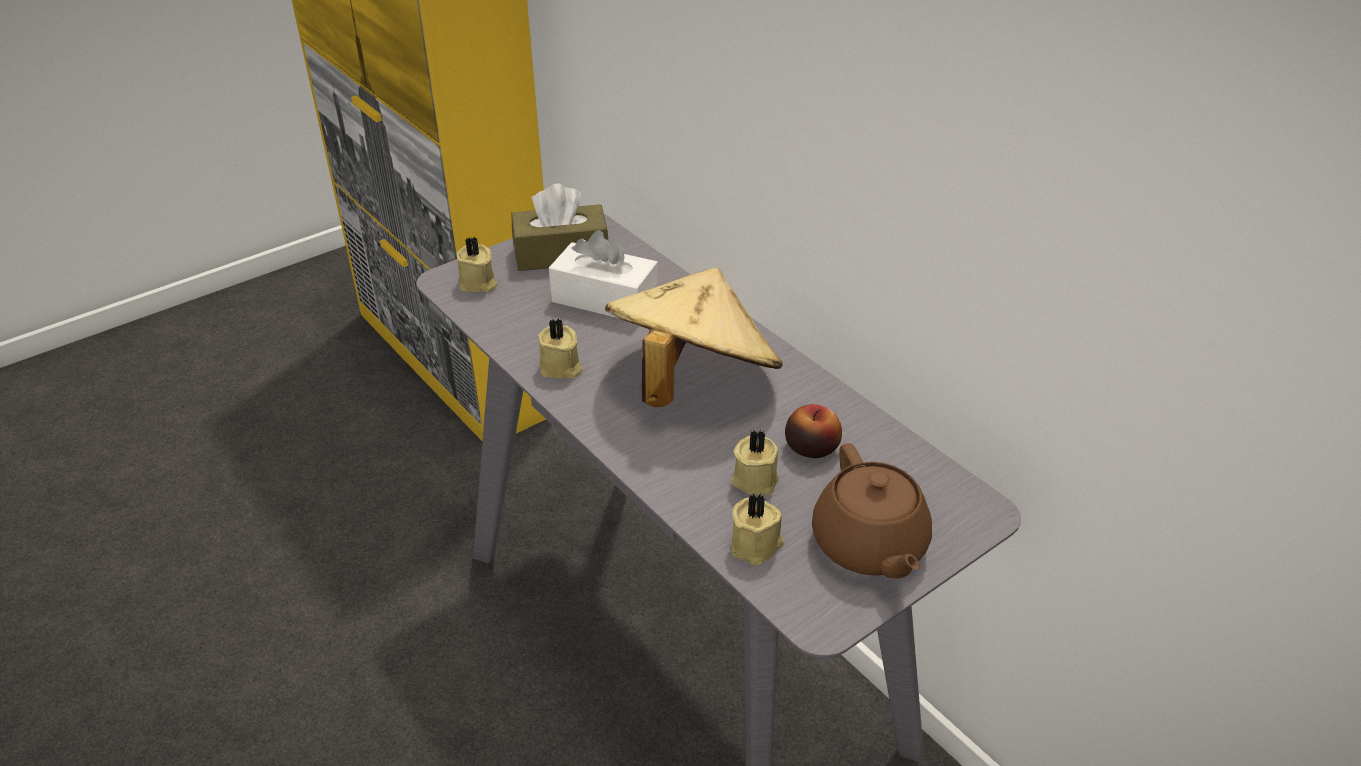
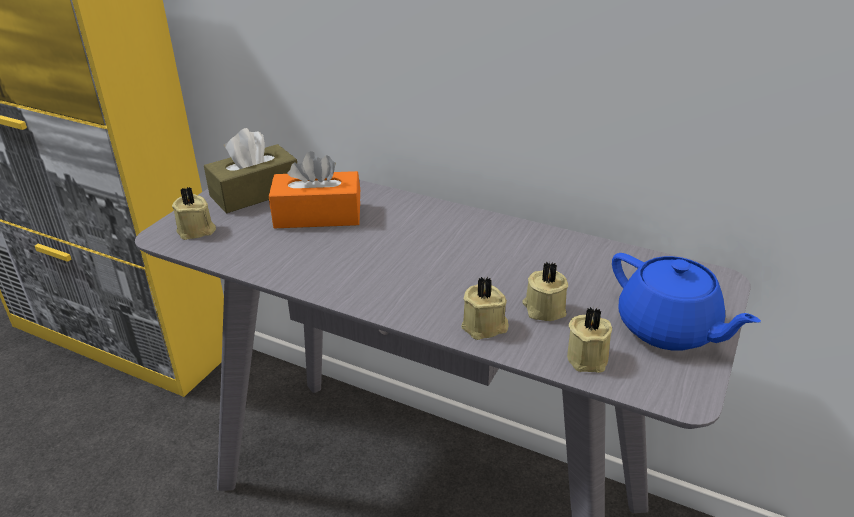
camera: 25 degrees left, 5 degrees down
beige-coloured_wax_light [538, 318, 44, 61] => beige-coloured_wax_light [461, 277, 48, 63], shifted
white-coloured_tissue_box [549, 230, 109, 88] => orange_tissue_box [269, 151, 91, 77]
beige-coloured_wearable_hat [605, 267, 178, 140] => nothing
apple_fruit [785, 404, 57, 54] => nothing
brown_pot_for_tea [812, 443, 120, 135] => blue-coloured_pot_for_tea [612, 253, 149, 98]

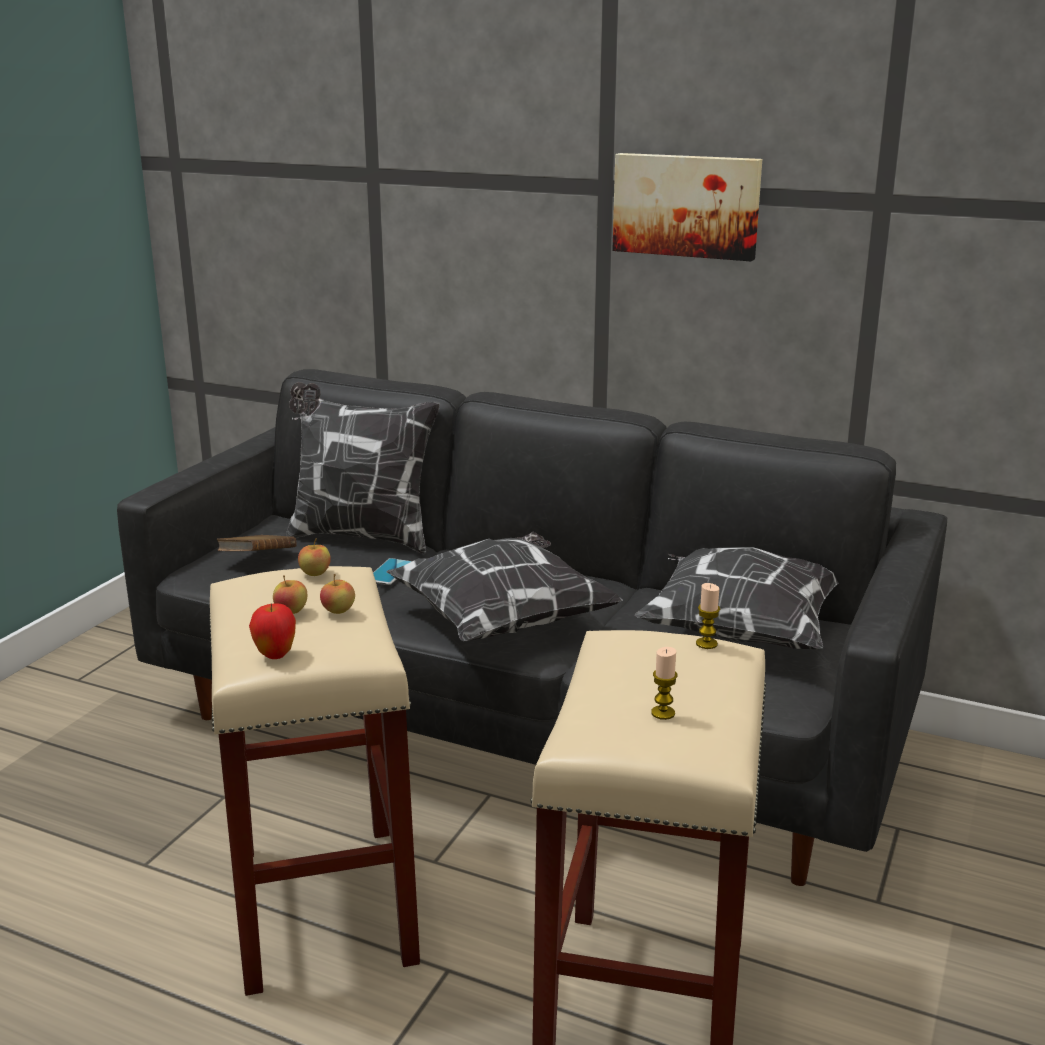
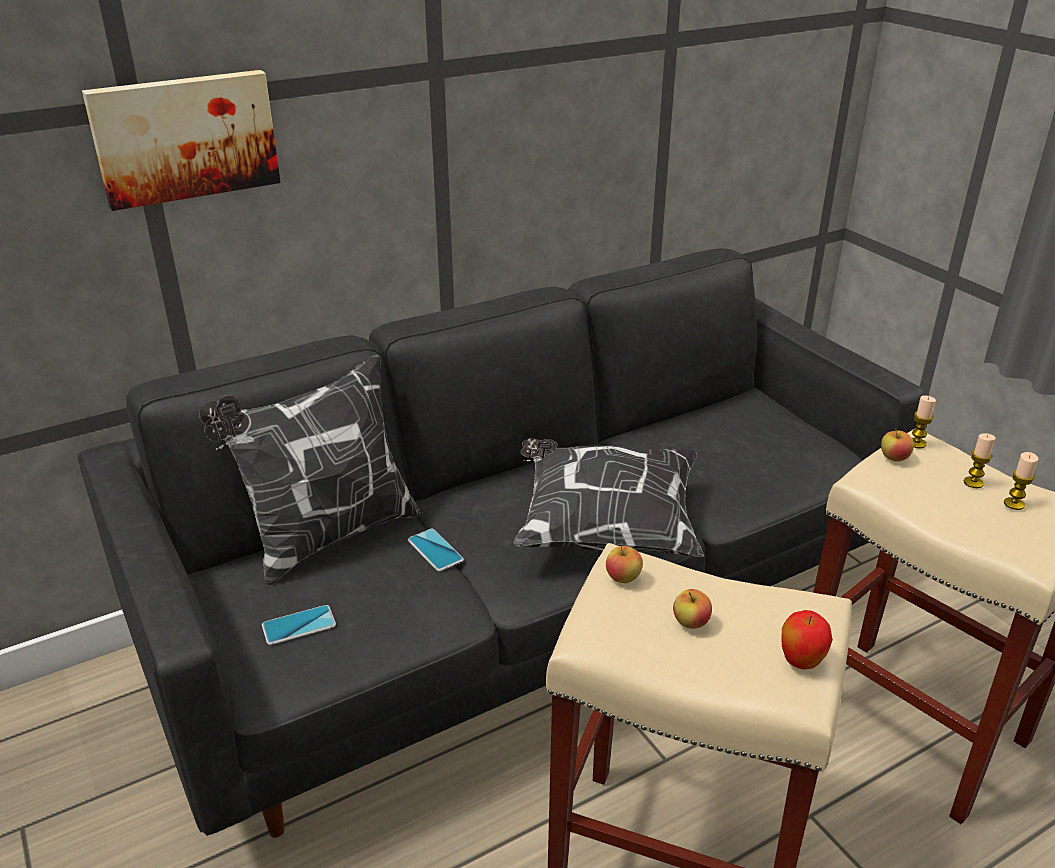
camera: 55 degrees left, 10 degrees up
brown_book [216, 535, 81, 16] => phone [262, 605, 74, 40]
apple_fruit [320, 574, 35, 40] => apple_fruit [881, 429, 33, 33], shifted
picture [612, 153, 150, 108] => picture [82, 70, 199, 141], shifted
cushion [635, 547, 204, 102] => nothing
nothing => wax_light [964, 433, 31, 55]

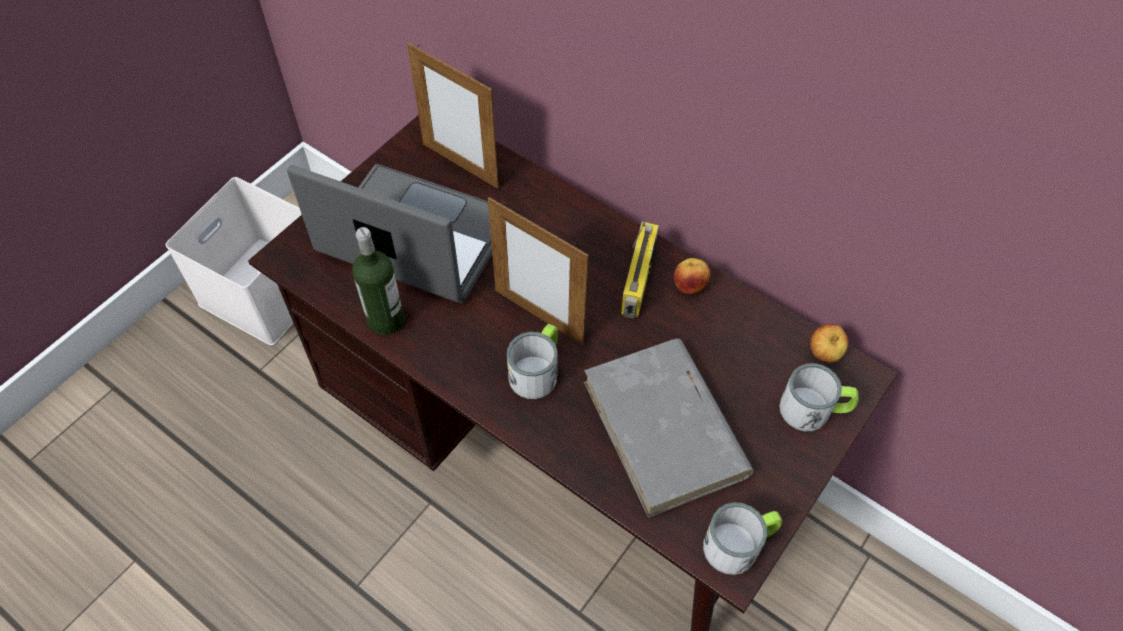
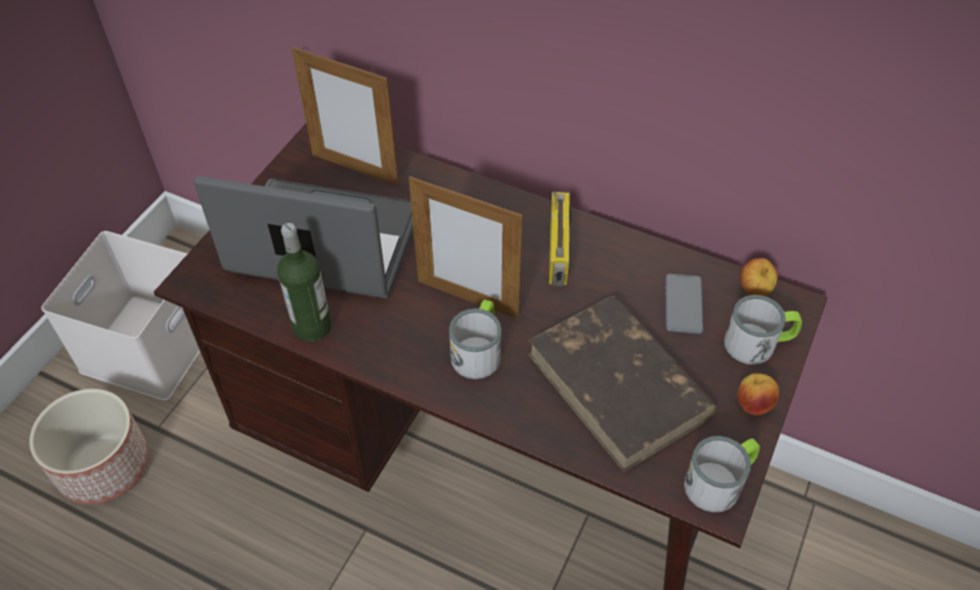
camera: 10 degrees left, 5 degrees down
gray_book [584, 339, 170, 179] => brown_book [528, 296, 190, 176]
apple_fruit [674, 258, 36, 36] => apple_fruit [737, 373, 42, 42], shifted
nothing => planter [29, 389, 119, 116]
nothing => phone [665, 274, 38, 60]

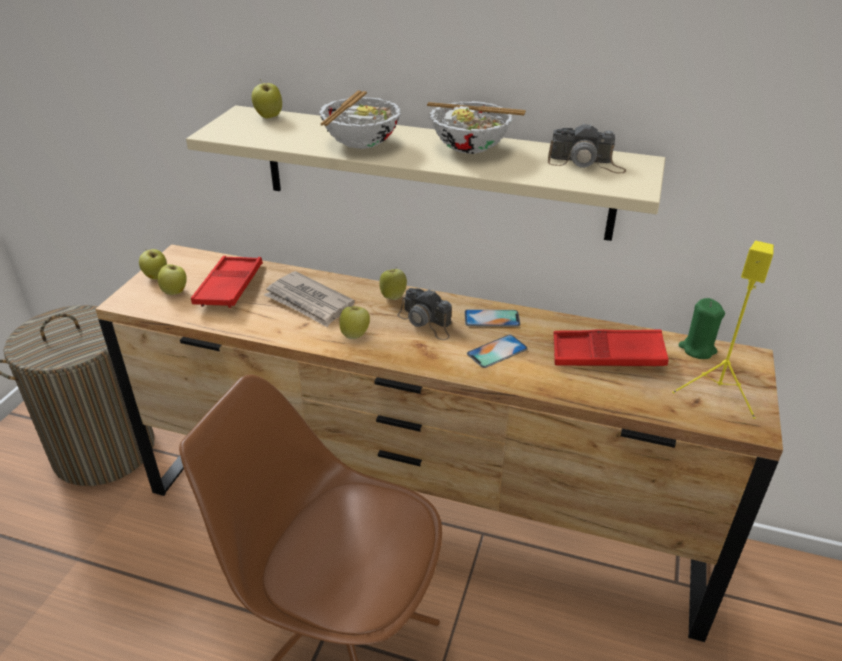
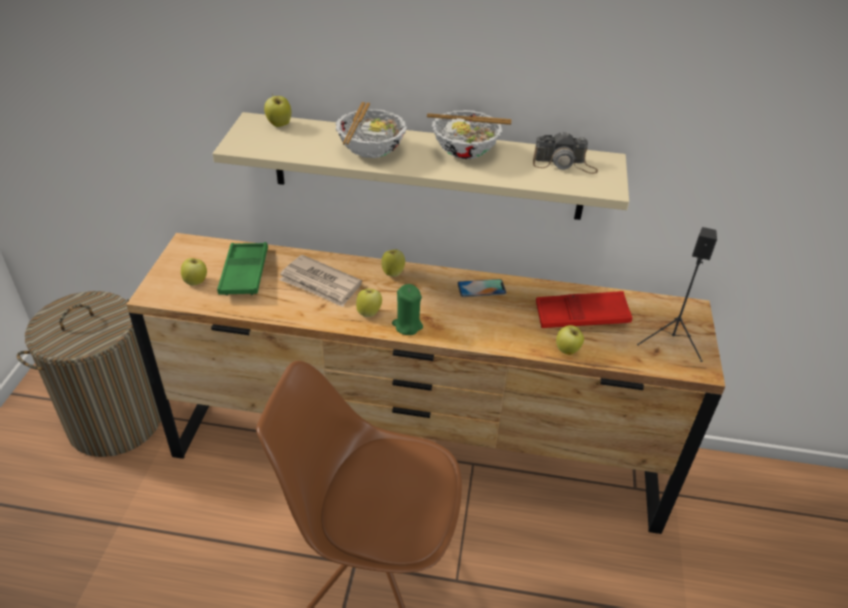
camera: 10 degrees left, 5 degrees up
apple_fruit [139, 249, 28, 31] => apple_fruit [556, 325, 28, 30], shifted
red-coloured_serving_tray [191, 256, 72, 52] => green-coloured_serving_tray [217, 242, 51, 54]
photo_camera [397, 288, 55, 52] => nothing
phone [467, 335, 61, 33] => nothing
yellowish_loudspeaker [672, 241, 102, 178] => blackish_loudspeaker [637, 227, 80, 135]
green-coloured_wax_light [678, 298, 47, 61] => green-coloured_wax_light [392, 284, 31, 51], shifted

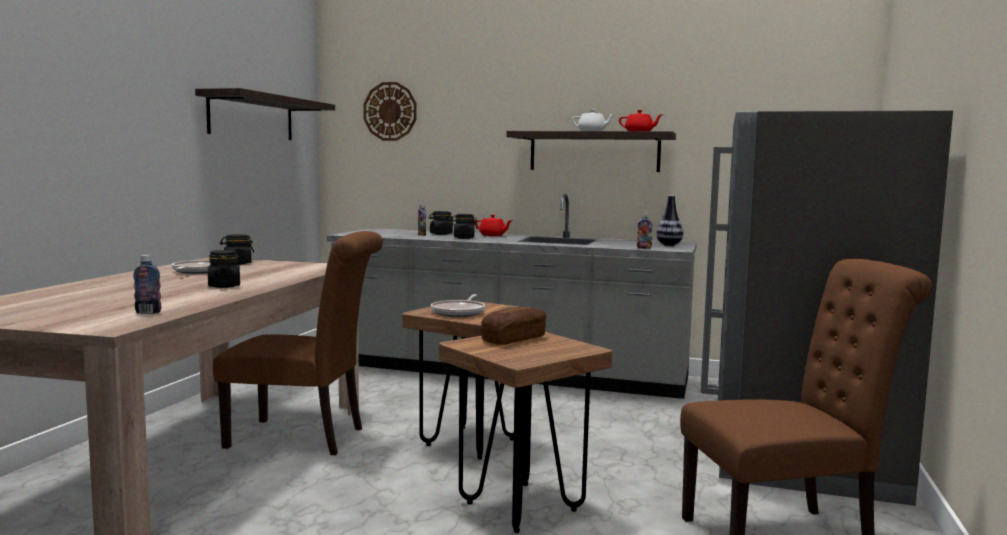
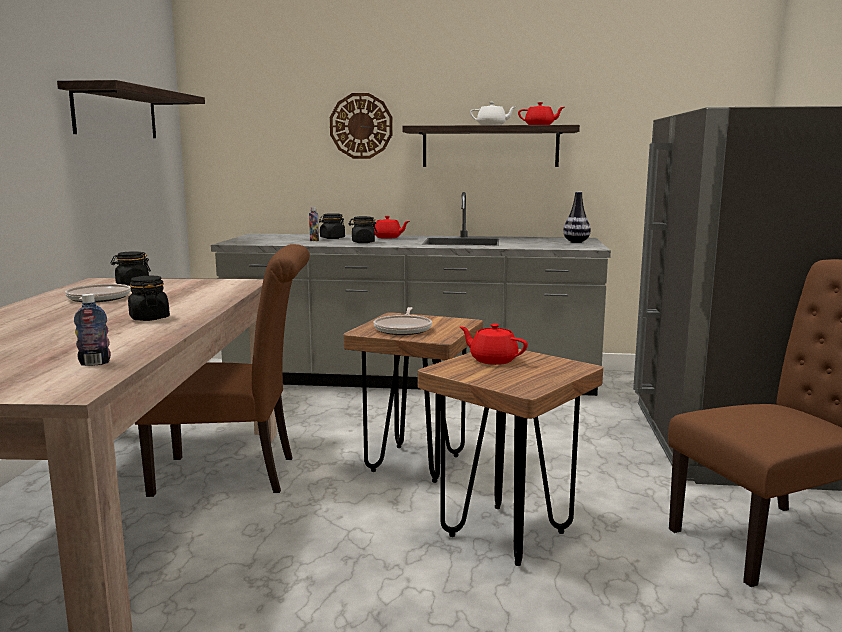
camera: 10 degrees left, 5 degrees up
hanging_clock [364, 82, 53, 59] => hanging_clock [330, 93, 63, 66], shifted
bread [481, 307, 65, 38] => red-coloured_pot_for_tea [459, 323, 69, 42]
bottle [637, 213, 16, 36] => nothing

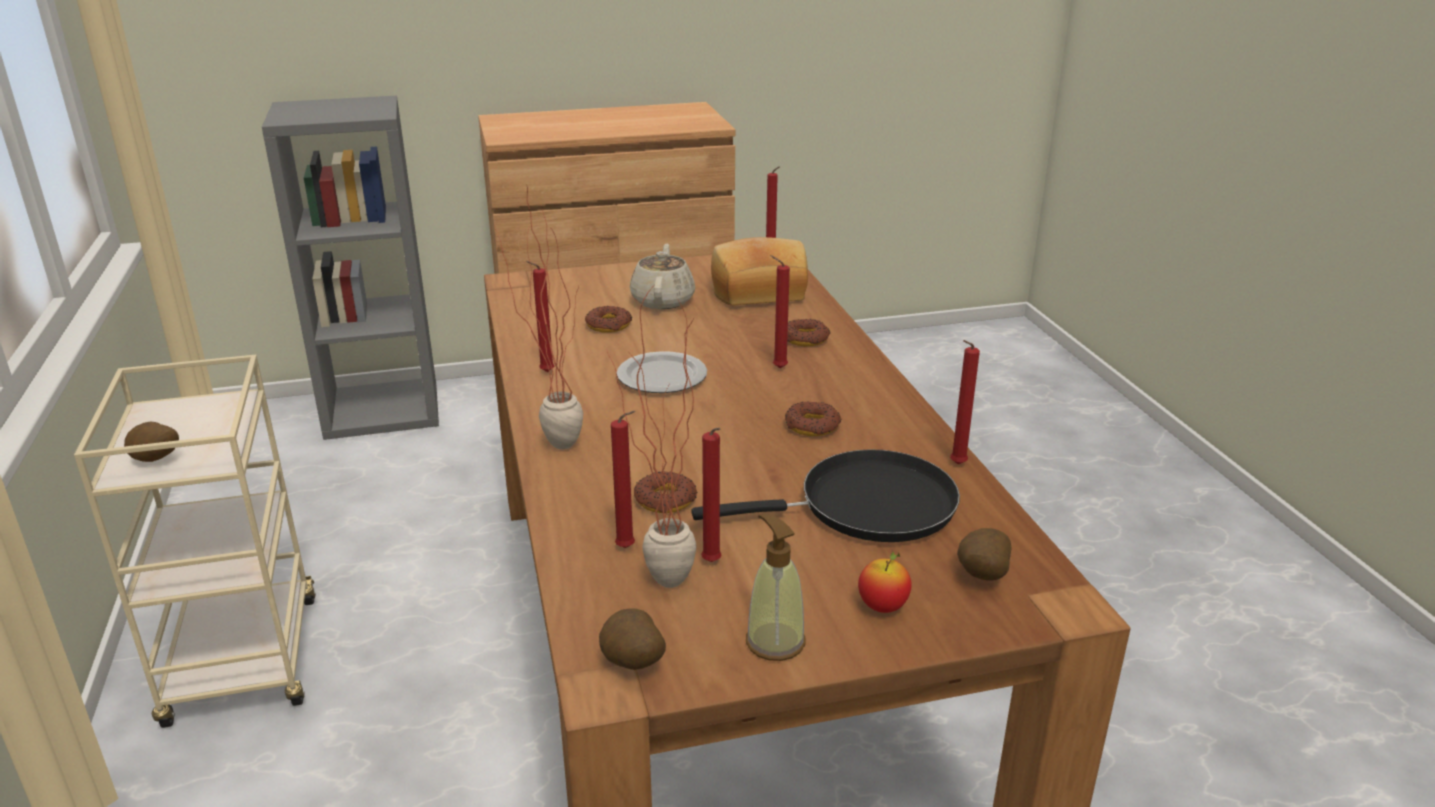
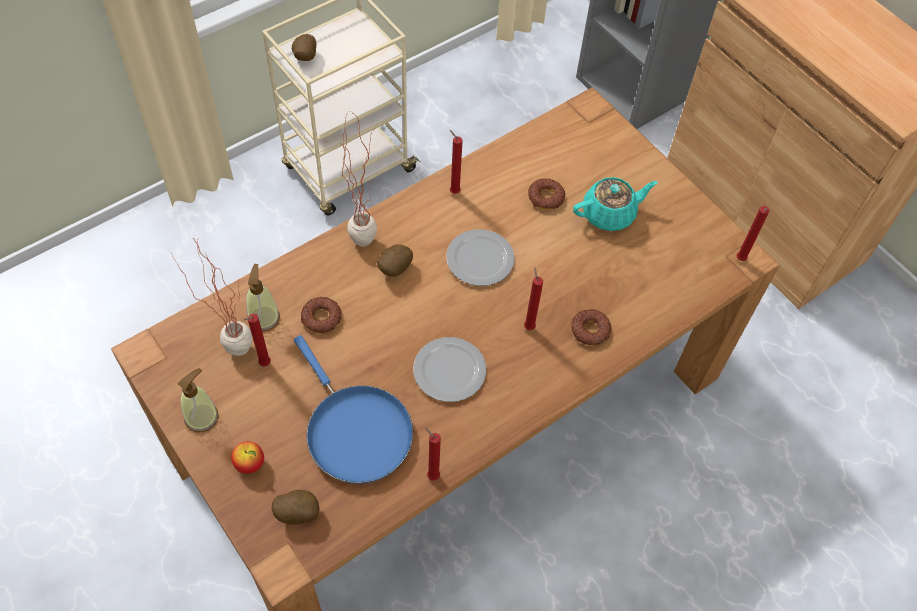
camera: 65 degrees right, 30 degrees up
spud [599, 609, 67, 61] => spud [377, 245, 36, 32], shifted
red-coloured_wax_light [611, 411, 25, 137] => soap_bottle [246, 264, 34, 68]
beige-coloured_pot_for_tea [630, 244, 65, 65] => blue-green_pot_for_tea [573, 177, 85, 54]
blackish_skillet [692, 449, 268, 93] => blue-coloured_skillet [294, 335, 119, 149]
bread [711, 237, 97, 69] => nothing
donut [785, 402, 56, 34] => dinner_plate [413, 337, 73, 65]

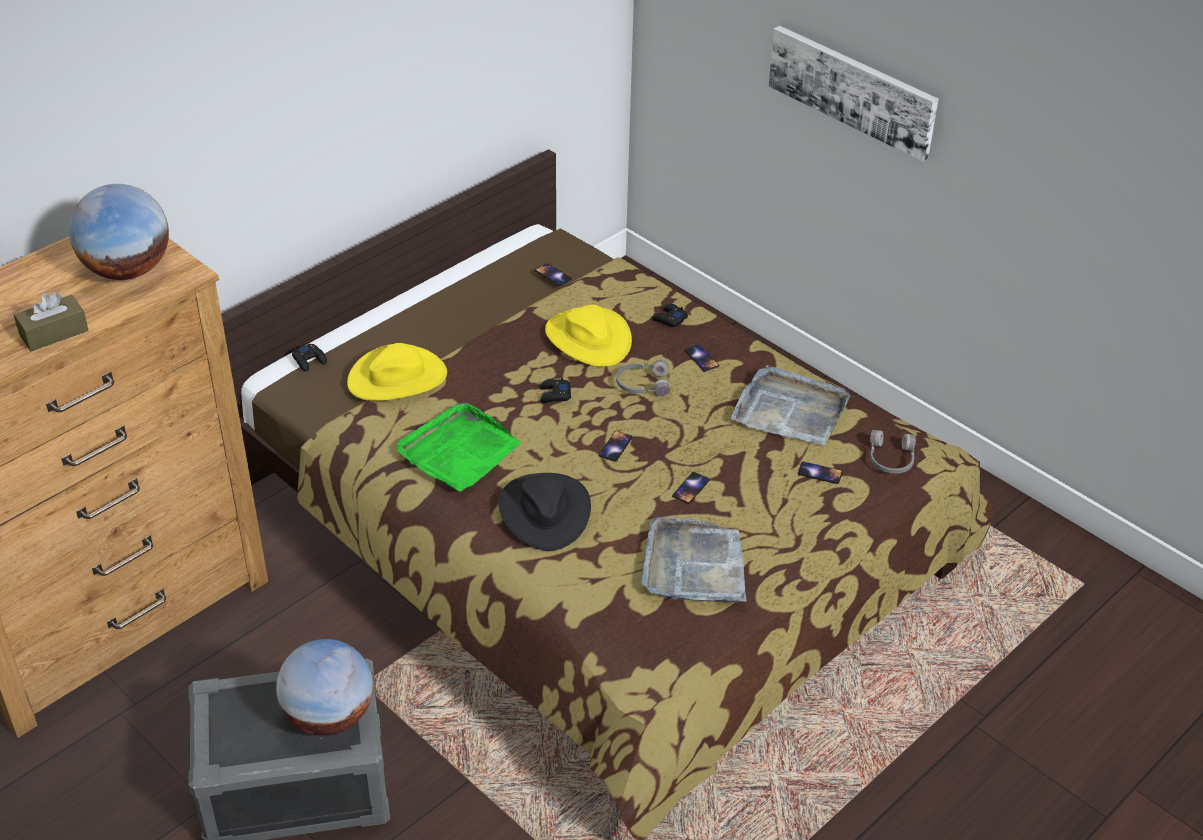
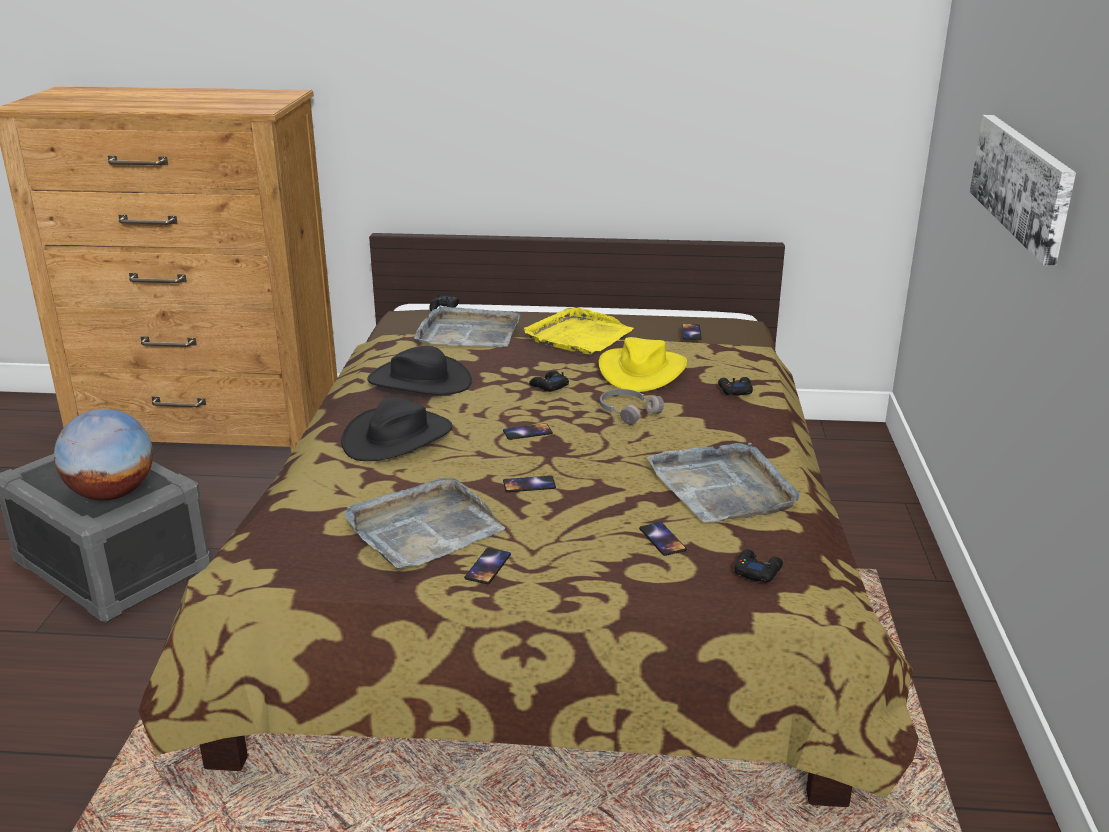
camera: 50 degrees right, 15 degrees down
brown_tissue_box [14, 292, 74, 59] => nothing
desk_globe [69, 184, 100, 96] => nothing
yellowish_wearable_hat [347, 343, 100, 58] => gray_serving_tray [414, 305, 107, 42]
green-coloured_serving_tray [398, 403, 123, 89] => blackish_wearable_hat [367, 346, 105, 49]
phone [685, 344, 34, 28] => phone [464, 548, 47, 36], shifted
gray_pair_of_headphones [870, 430, 46, 44] => blackish_gamepad [734, 549, 49, 34]
nothing => yellowish_serving_tray [524, 307, 110, 48]

